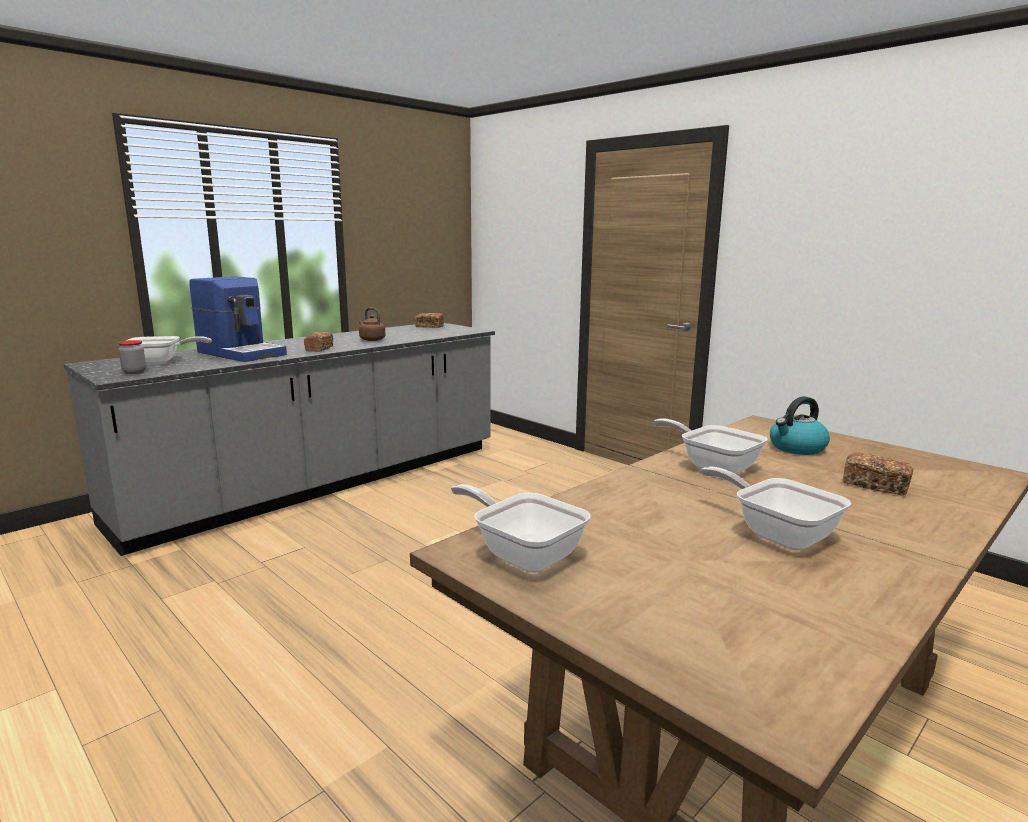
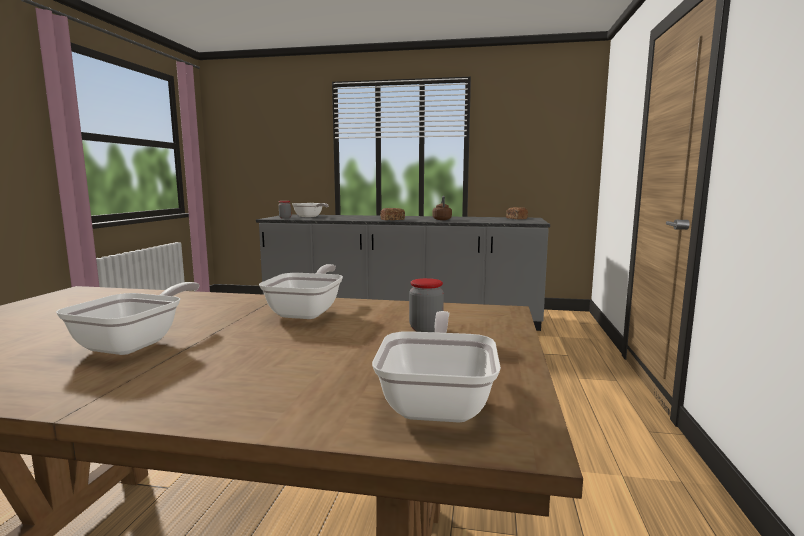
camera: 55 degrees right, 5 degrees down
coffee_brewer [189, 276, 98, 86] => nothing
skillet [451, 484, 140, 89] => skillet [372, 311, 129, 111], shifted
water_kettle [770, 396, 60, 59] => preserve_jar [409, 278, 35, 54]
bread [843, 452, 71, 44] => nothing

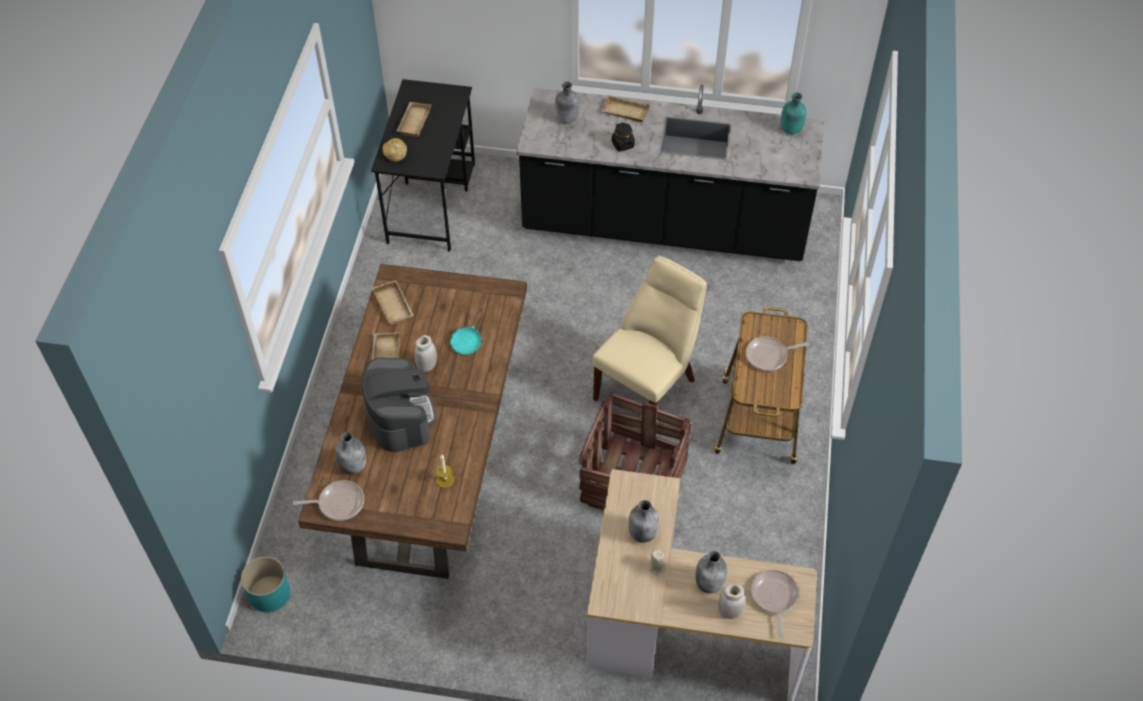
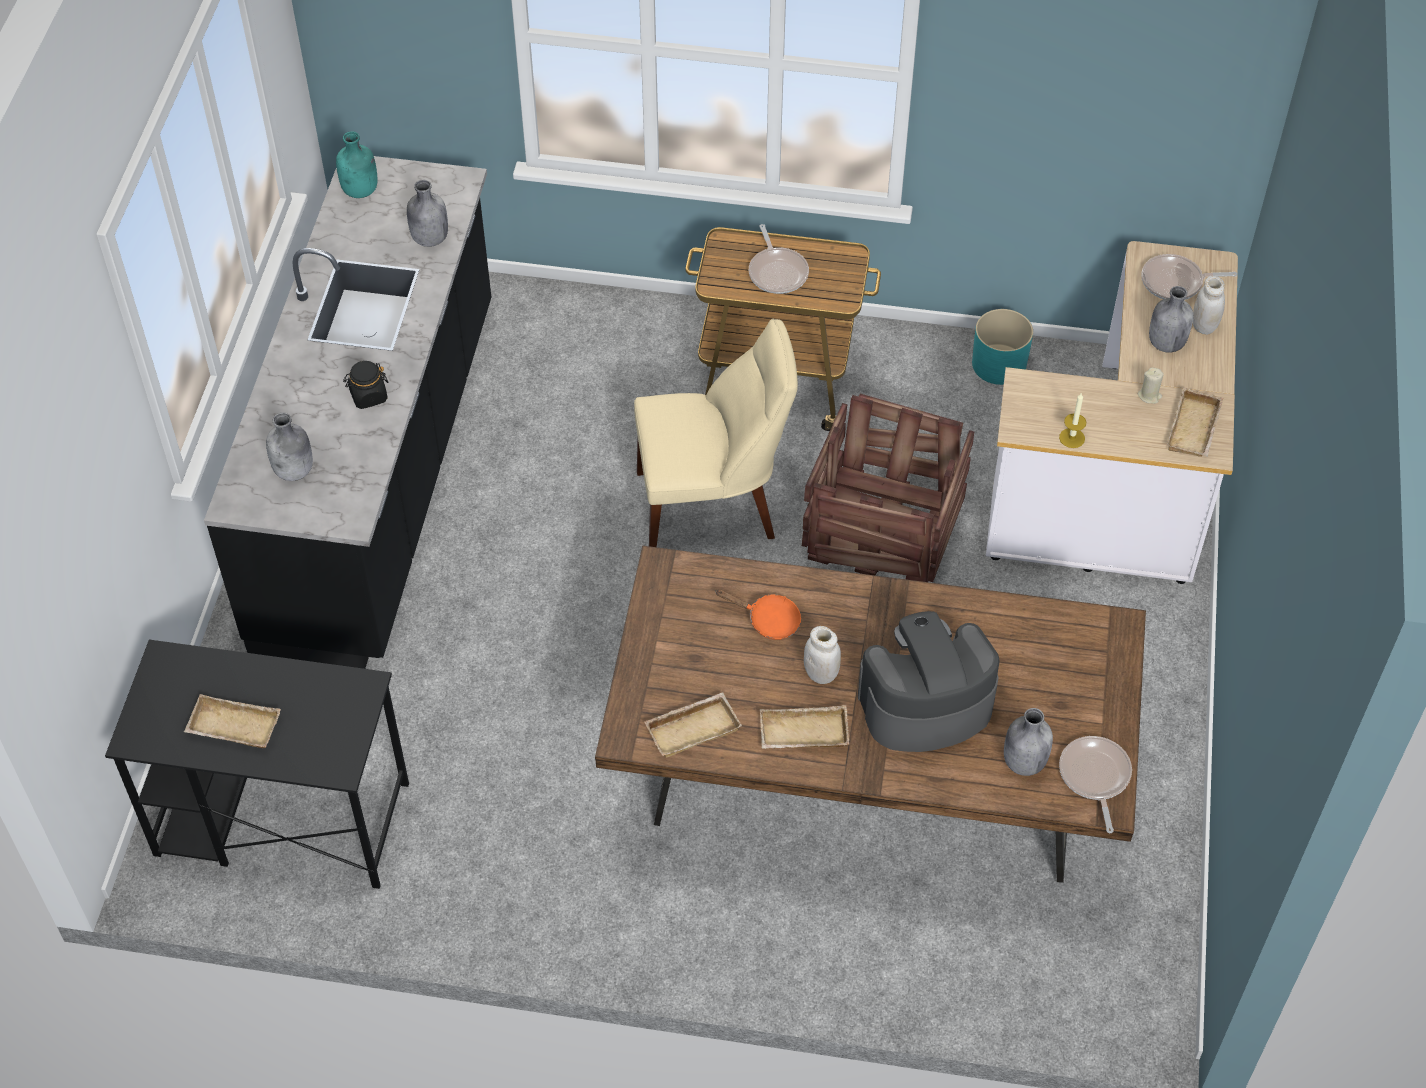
camera: 90 degrees left, 0 degrees up
blue-green_planter [241, 557, 49, 55] => blue-green_planter [972, 309, 61, 76], shifted
bread [382, 138, 25, 24] => nothing
wax_light [436, 454, 18, 34] => wax_light [1059, 393, 27, 55], shifted
blue-green_skillet [450, 308, 33, 47] => orange_skillet [715, 589, 86, 51]
beige-coloured_upright_chair [592, 256, 115, 149] => beige-coloured_upright_chair [634, 319, 164, 228], 135 degrees clockwise
beige-coloured_serving_tray [601, 95, 50, 27] => beige-coloured_serving_tray [1167, 387, 56, 70], shifted
gray_bottle [629, 500, 30, 43] => gray_bottle [407, 180, 41, 67], shifted

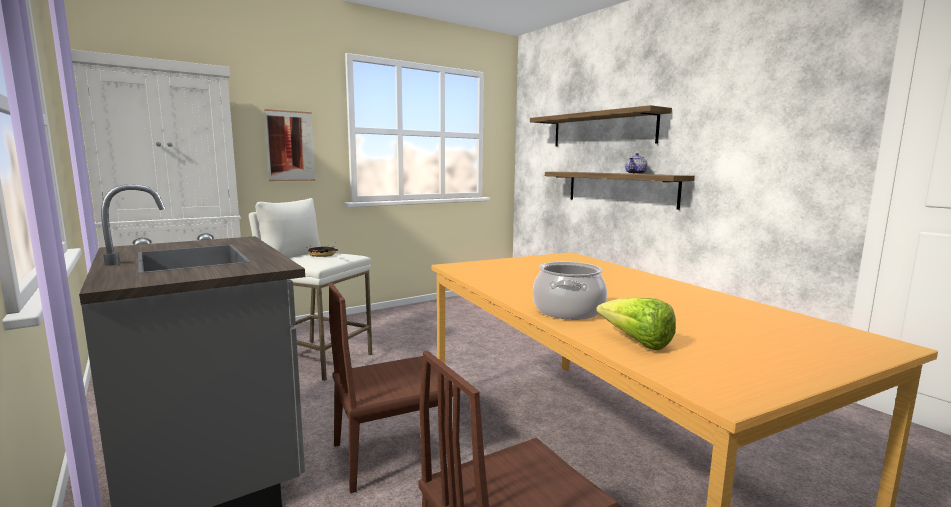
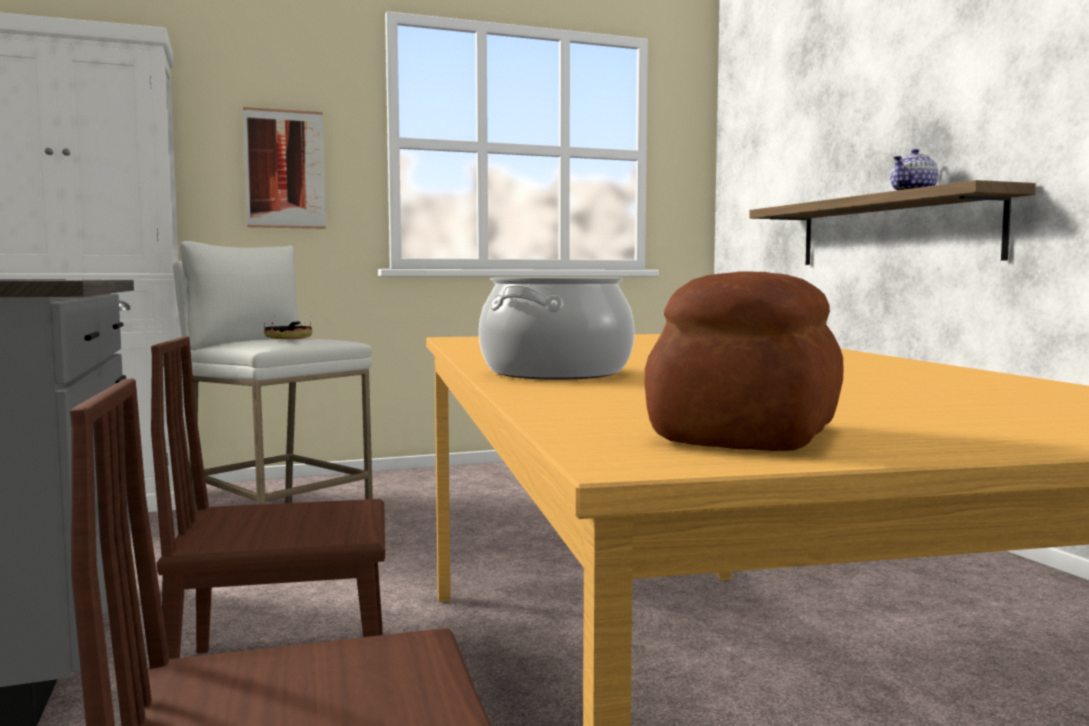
camera: 15 degrees right, 5 degrees down
wall_shelf [530, 105, 142, 42] => nothing
head_of_lettuce [596, 298, 80, 53] => nothing
nothing => bread [645, 271, 198, 180]

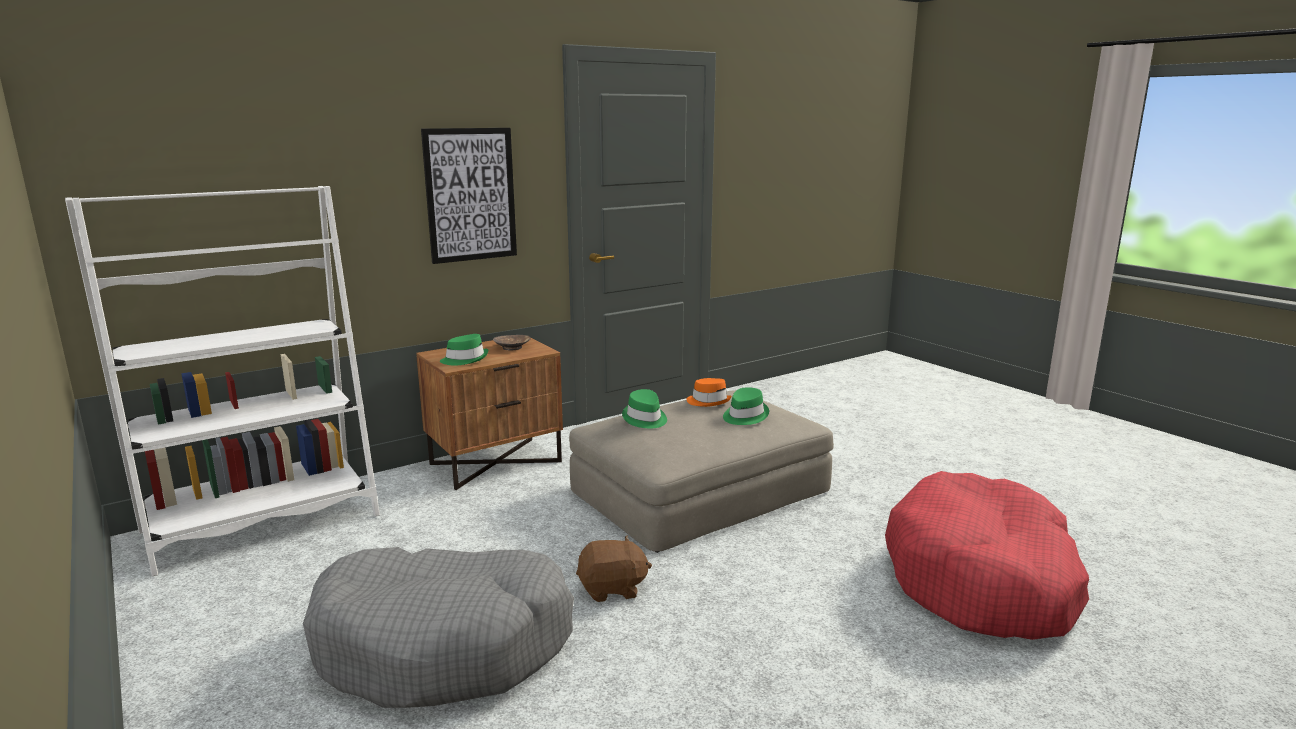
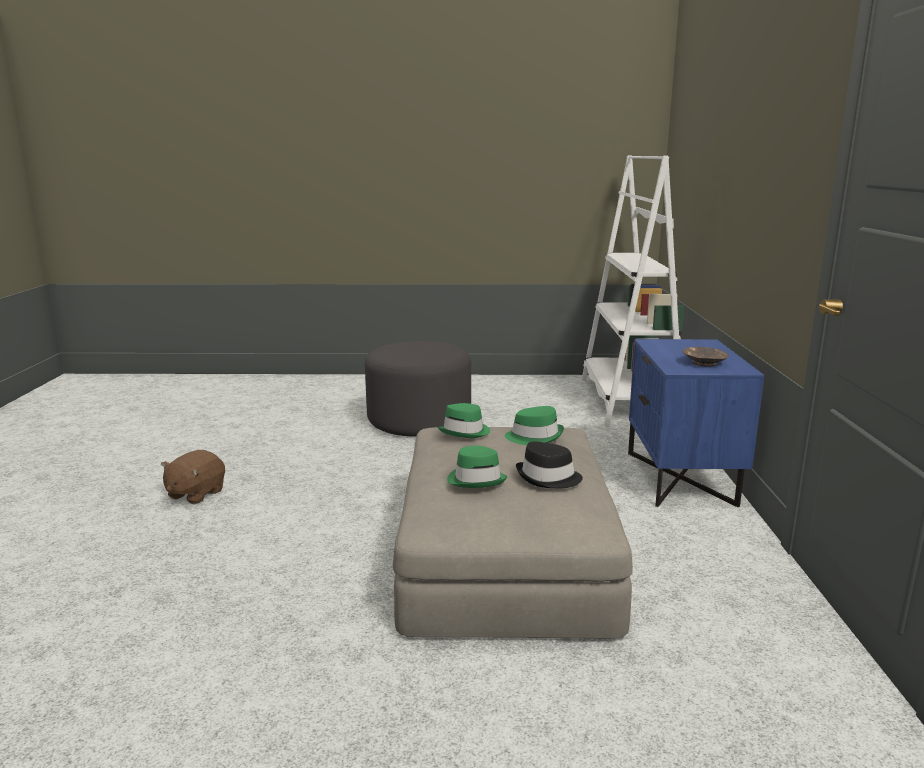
camera: 125 degrees right, 0 degrees up
gray_pet_bed [303, 547, 271, 161] => gray_ottoman [365, 341, 106, 96]
brown_nightstand [416, 338, 147, 152] => blue-coloured_nightstand [628, 339, 136, 168]
picture [421, 128, 96, 136] => nothing
green-coloured_wearable_hat [440, 334, 48, 32] => green-coloured_wearable_hat [438, 403, 52, 35], shifted
brown_cuddly_toy [576, 536, 76, 66] => brown_cuddly_toy [161, 450, 64, 54], shifted
orange_wearable_hat [686, 378, 46, 29] => blackish_wearable_hat [516, 441, 67, 47]
red-coloured_pet_bed [885, 471, 204, 169] => nothing

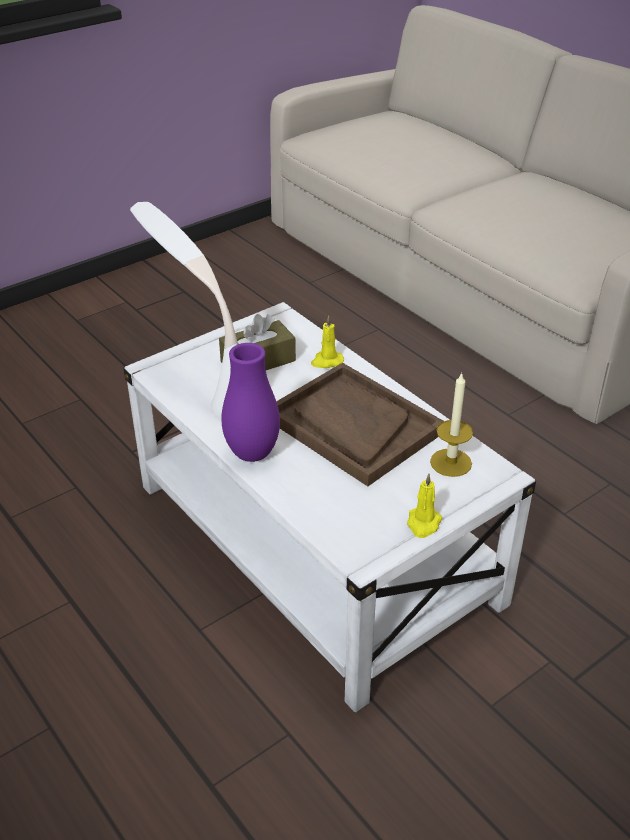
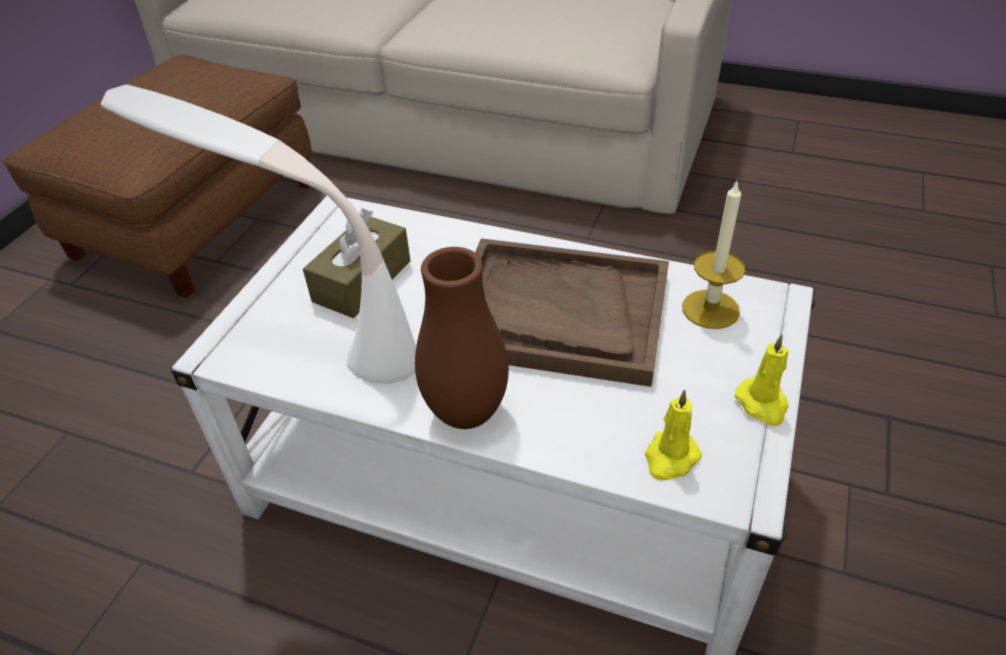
camera: 30 degrees left, 5 degrees up
purple-coloured_decorative_vase [221, 343, 59, 119] => brown_decorative_vase [415, 247, 94, 182]
yellowish_wax_light [311, 315, 33, 53] => yellowish_wax_light [645, 389, 56, 92], shifted
nothing => brown_ottoman [3, 55, 309, 243]

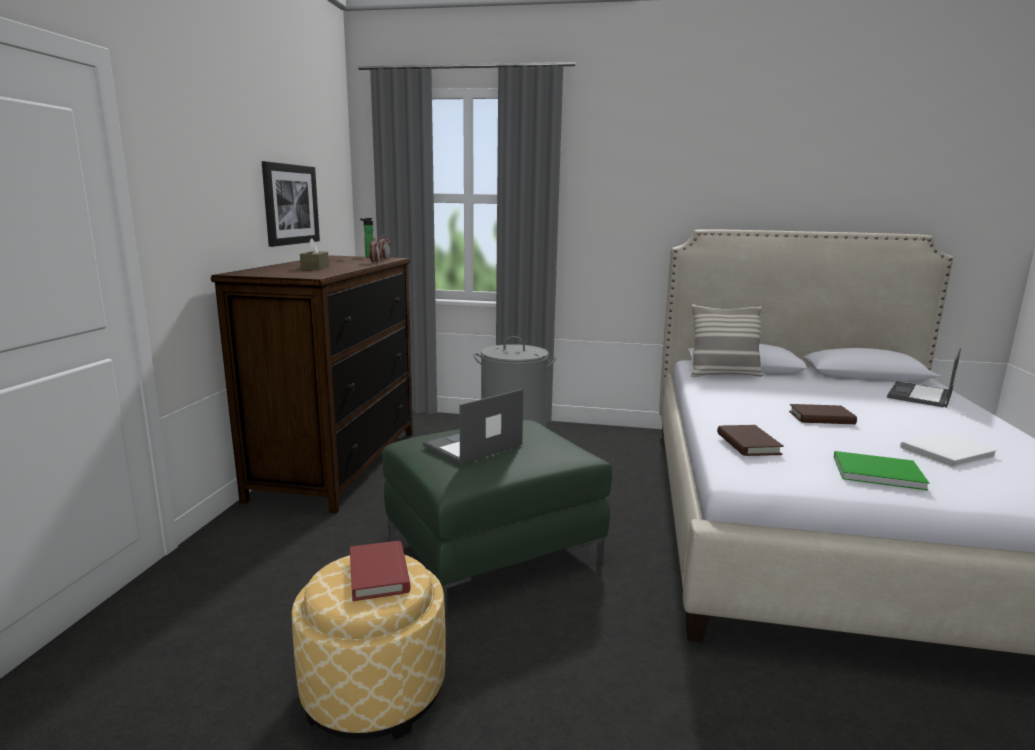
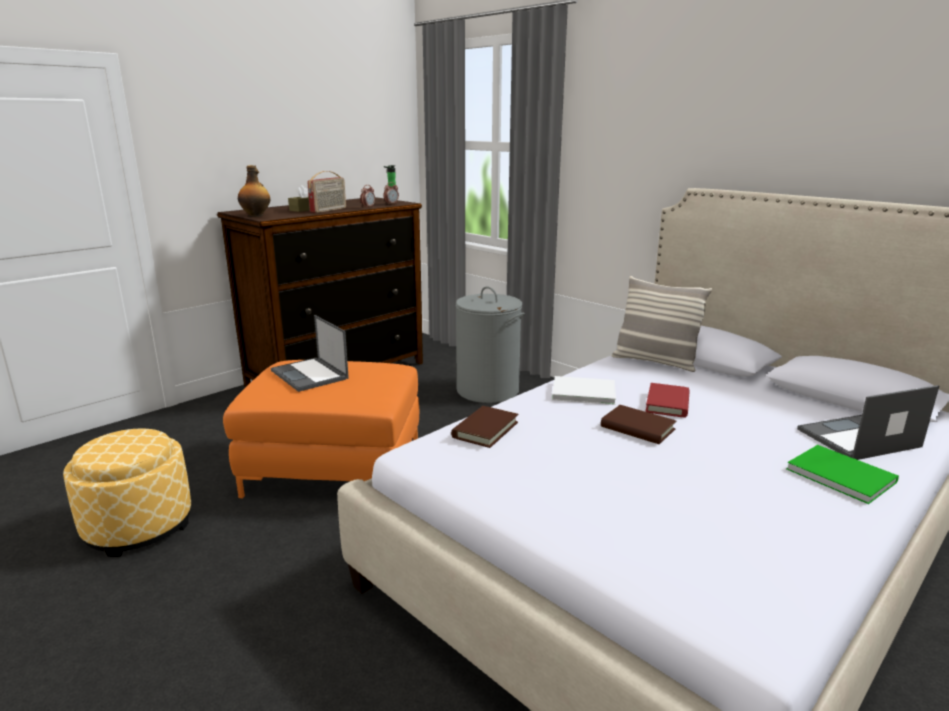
camera: 35 degrees right, 5 degrees up
picture [262, 161, 58, 86] => nothing
red-coloured_book [350, 541, 61, 60] => red-coloured_book [645, 383, 44, 35], shifted
green-coloured_ottoman [382, 420, 230, 193] => orange_ottoman [223, 360, 196, 138]
laptop [423, 389, 100, 76] => laptop [271, 315, 78, 77], 120 degrees counterclockwise
green-coloured_book [834, 451, 95, 39] => green-coloured_book [786, 445, 113, 59], shifted
white-coloured_book [900, 433, 97, 34] => white-coloured_book [552, 376, 64, 29], shifted
nothing => bottle [238, 165, 32, 52]
nothing => radio_receiver [307, 171, 39, 42]

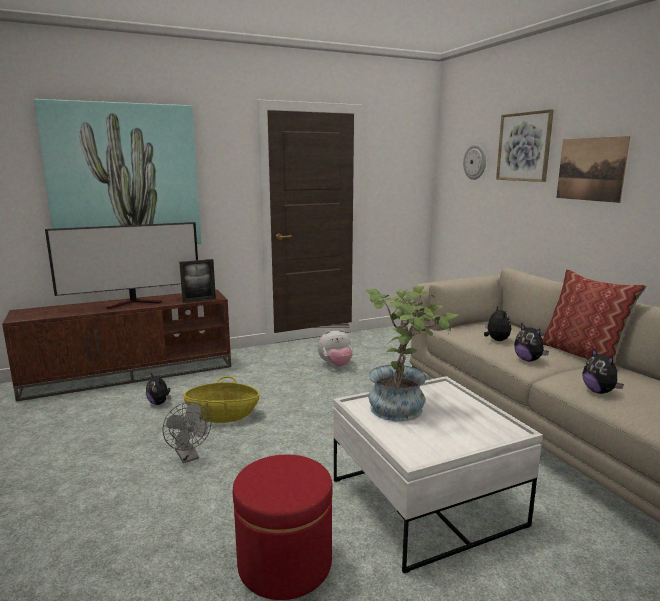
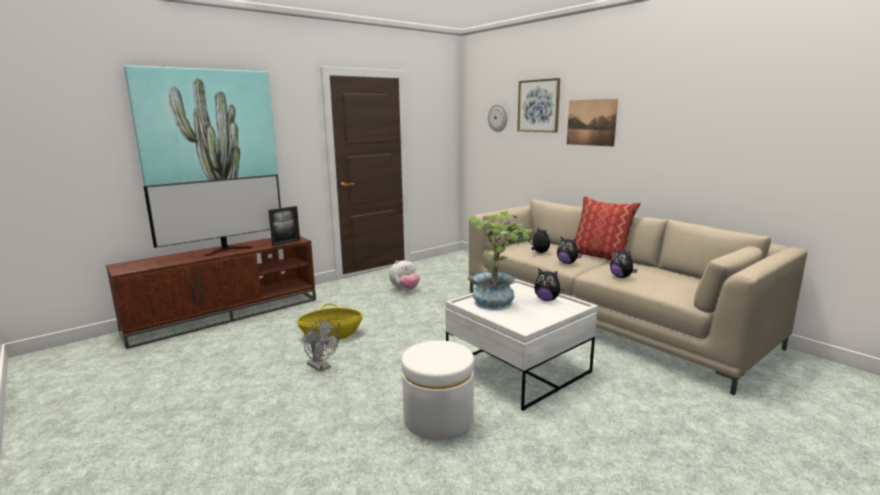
camera: 15 degrees left, 0 degrees up
cuddly_toy [146, 372, 25, 33] => cuddly_toy [534, 269, 30, 32], shifted
red-coloured_ottoman [233, 455, 100, 145] => white-coloured_ottoman [401, 340, 73, 101]

